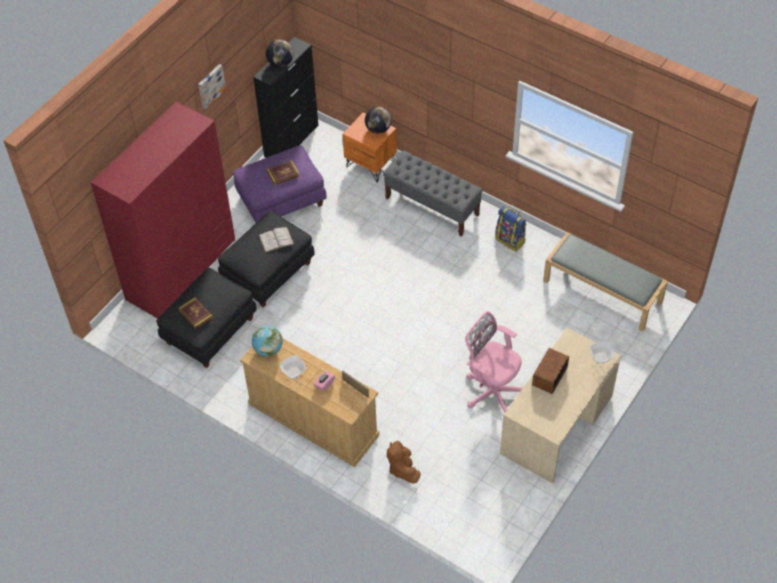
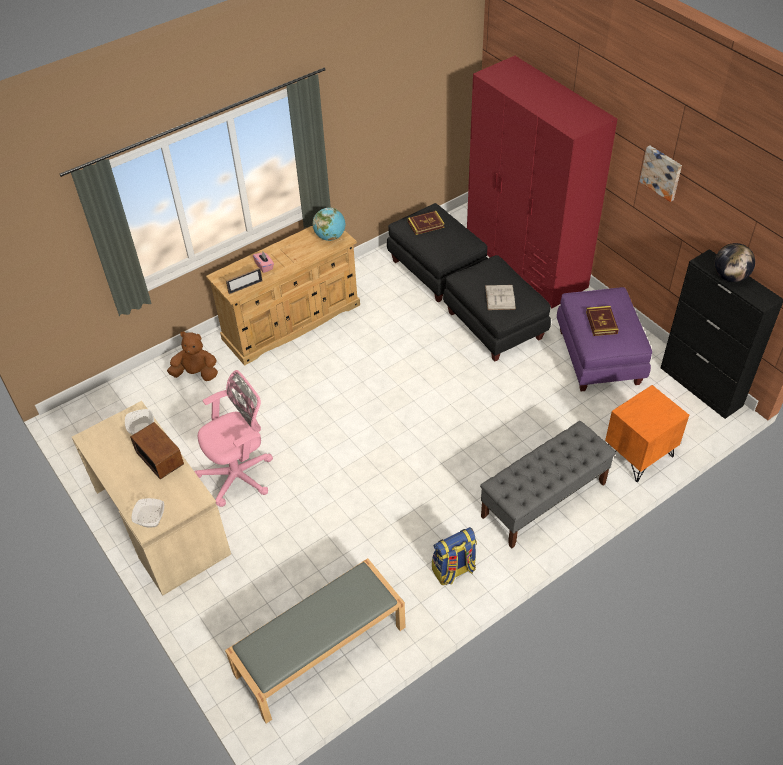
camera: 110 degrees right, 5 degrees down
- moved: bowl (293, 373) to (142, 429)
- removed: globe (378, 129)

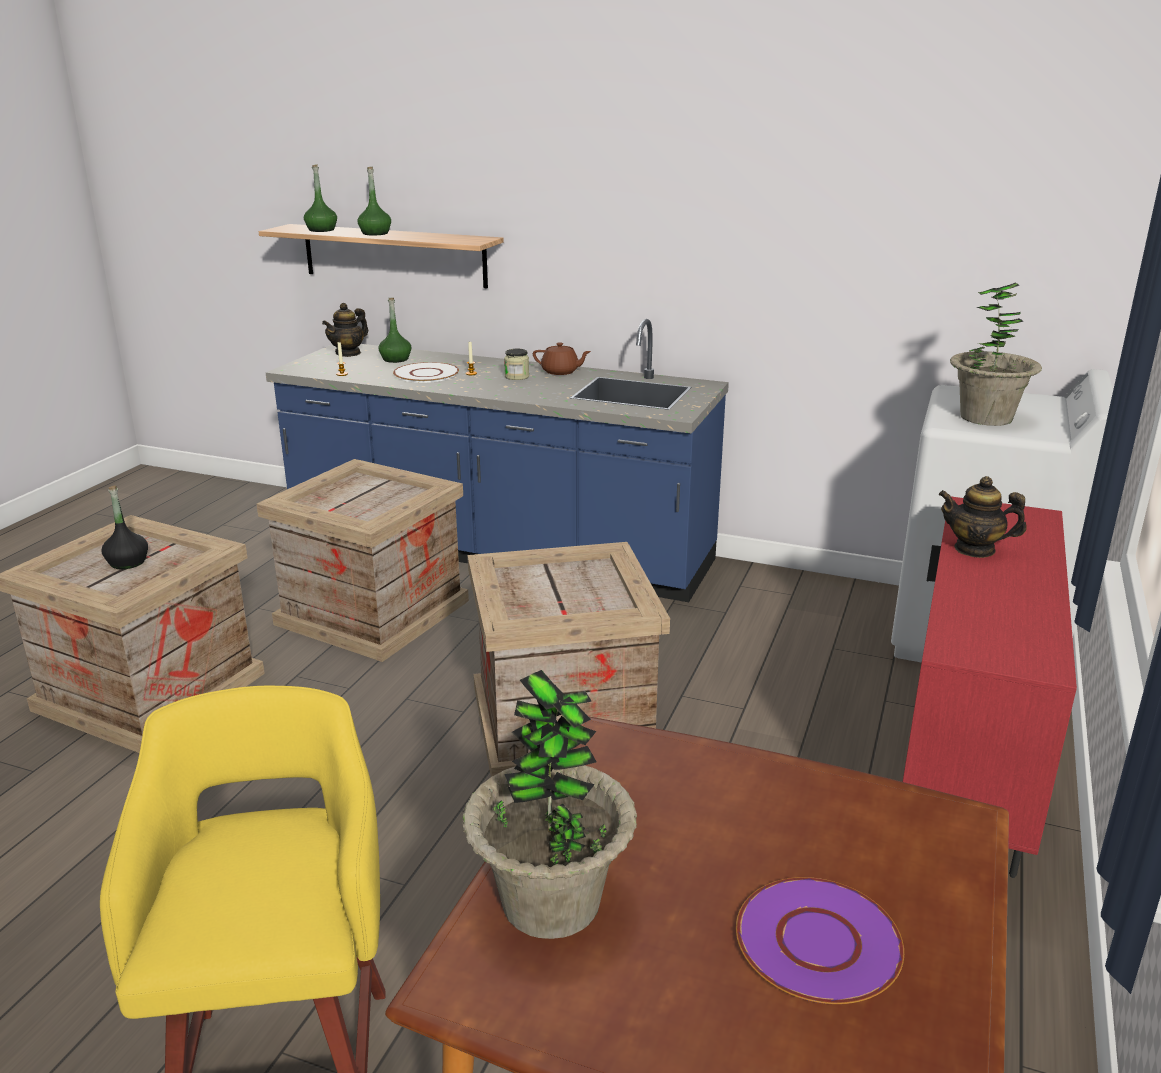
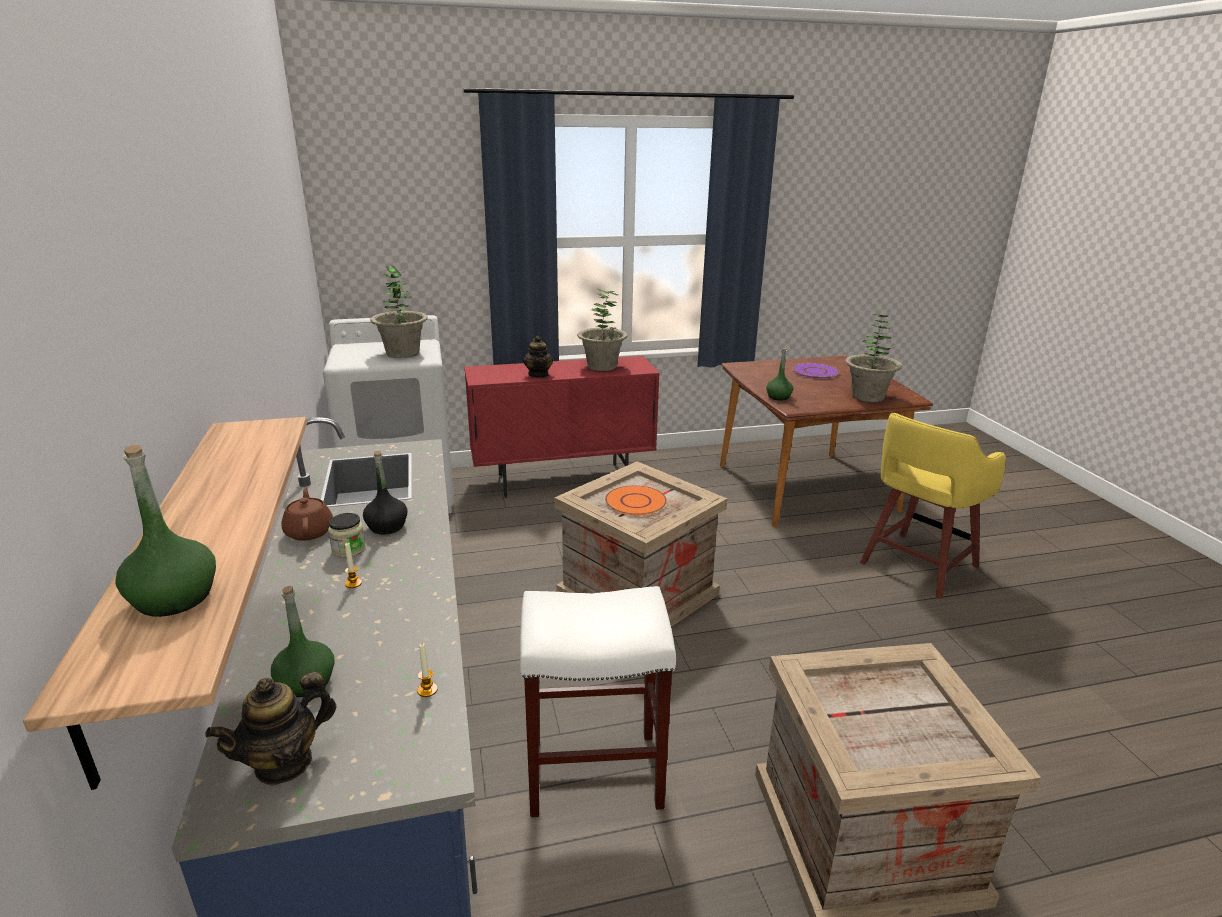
camera: 125 degrees left, 0 degrees up
- turned: tea pot (348, 353) = (284, 763) 135 degrees clockwise
- moved: blackish drink bottle (127, 562) to (387, 526)
- replaced: crate (374, 613) to whitish sitting stool (596, 771)
- added: plant in a pot (602, 366)
- added: orangey dinner plate (636, 502)
- moved: green drink bottle (375, 233) to (778, 397)
- removed: whitish dinner plate (426, 374)

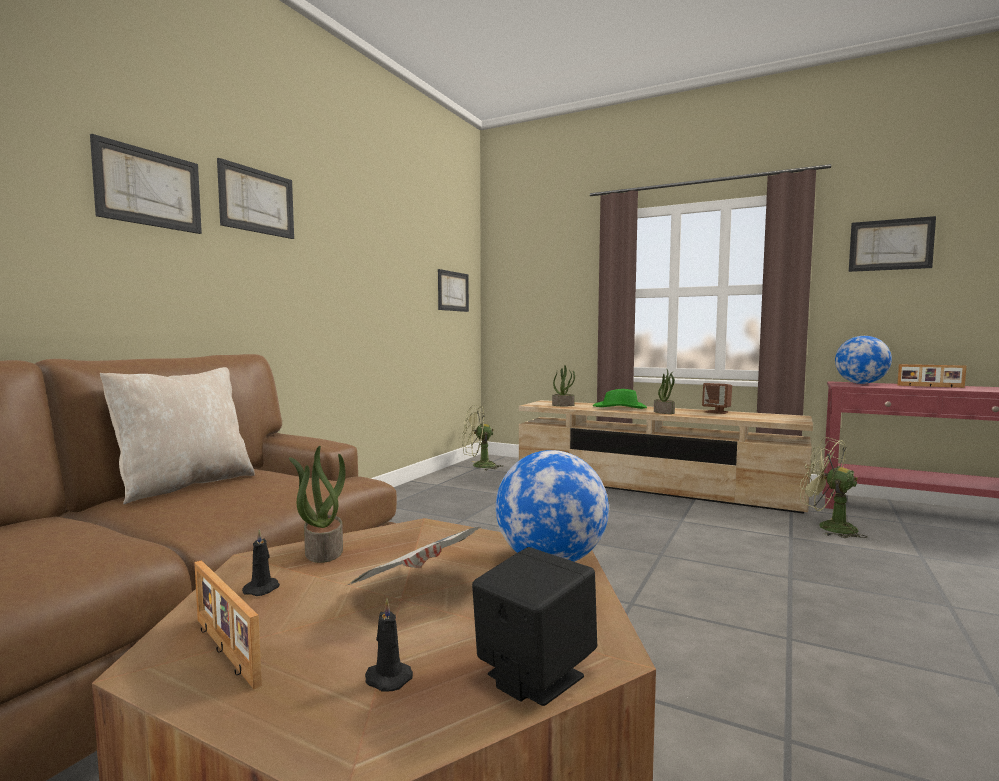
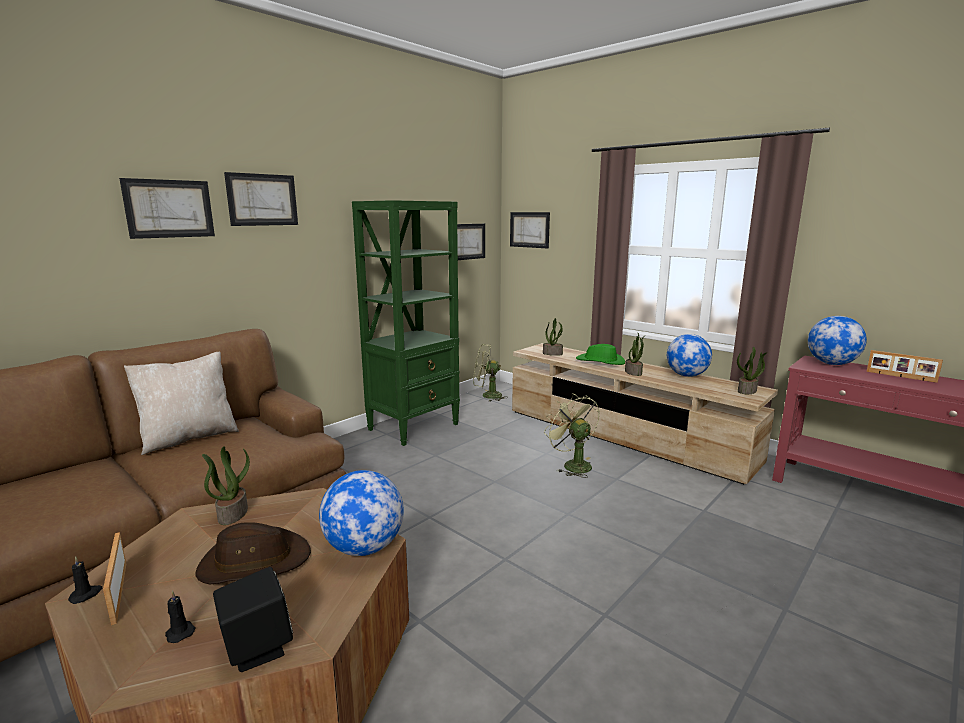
camera: 15 degrees right, 10 degrees up
- moved: blackish wax candle (263, 589) to (86, 595)
- replaced: printed paper (414, 591) to brown-coloured clothing hat (254, 562)
- added: green bookcase (414, 427)
- moved: wall picture (890, 245) to (529, 230)
- moved: green electric fan (828, 527) to (572, 465)
- replaced: brown-coloured speaker (717, 412) to globe (686, 375)
- added: plant in a pot (747, 391)

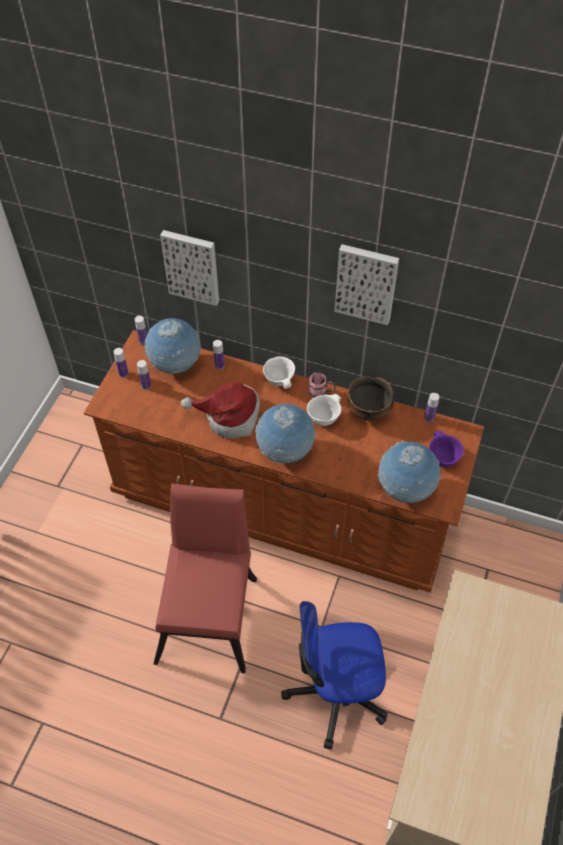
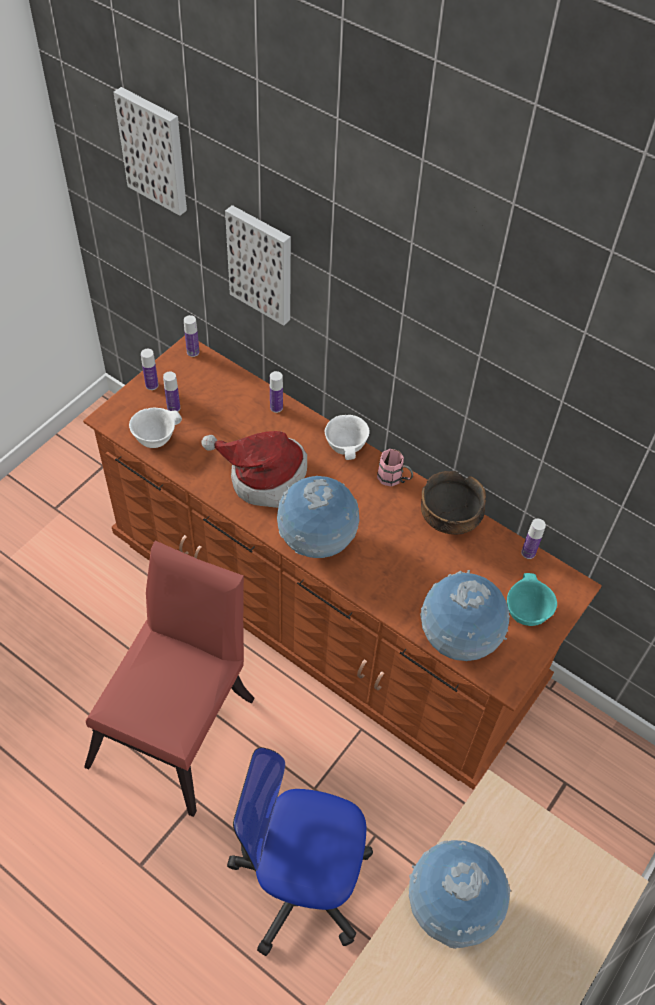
camera: 15 degrees right, 0 degrees up
- moved: wall picture (366, 282) to (155, 150)
- moved: whitish bowl (323, 418) to (155, 438)
- moved: globe (175, 365) to (451, 907)
- recoloured: purplish bowl (442, 459) to turquoise-coloured bowl (525, 613)

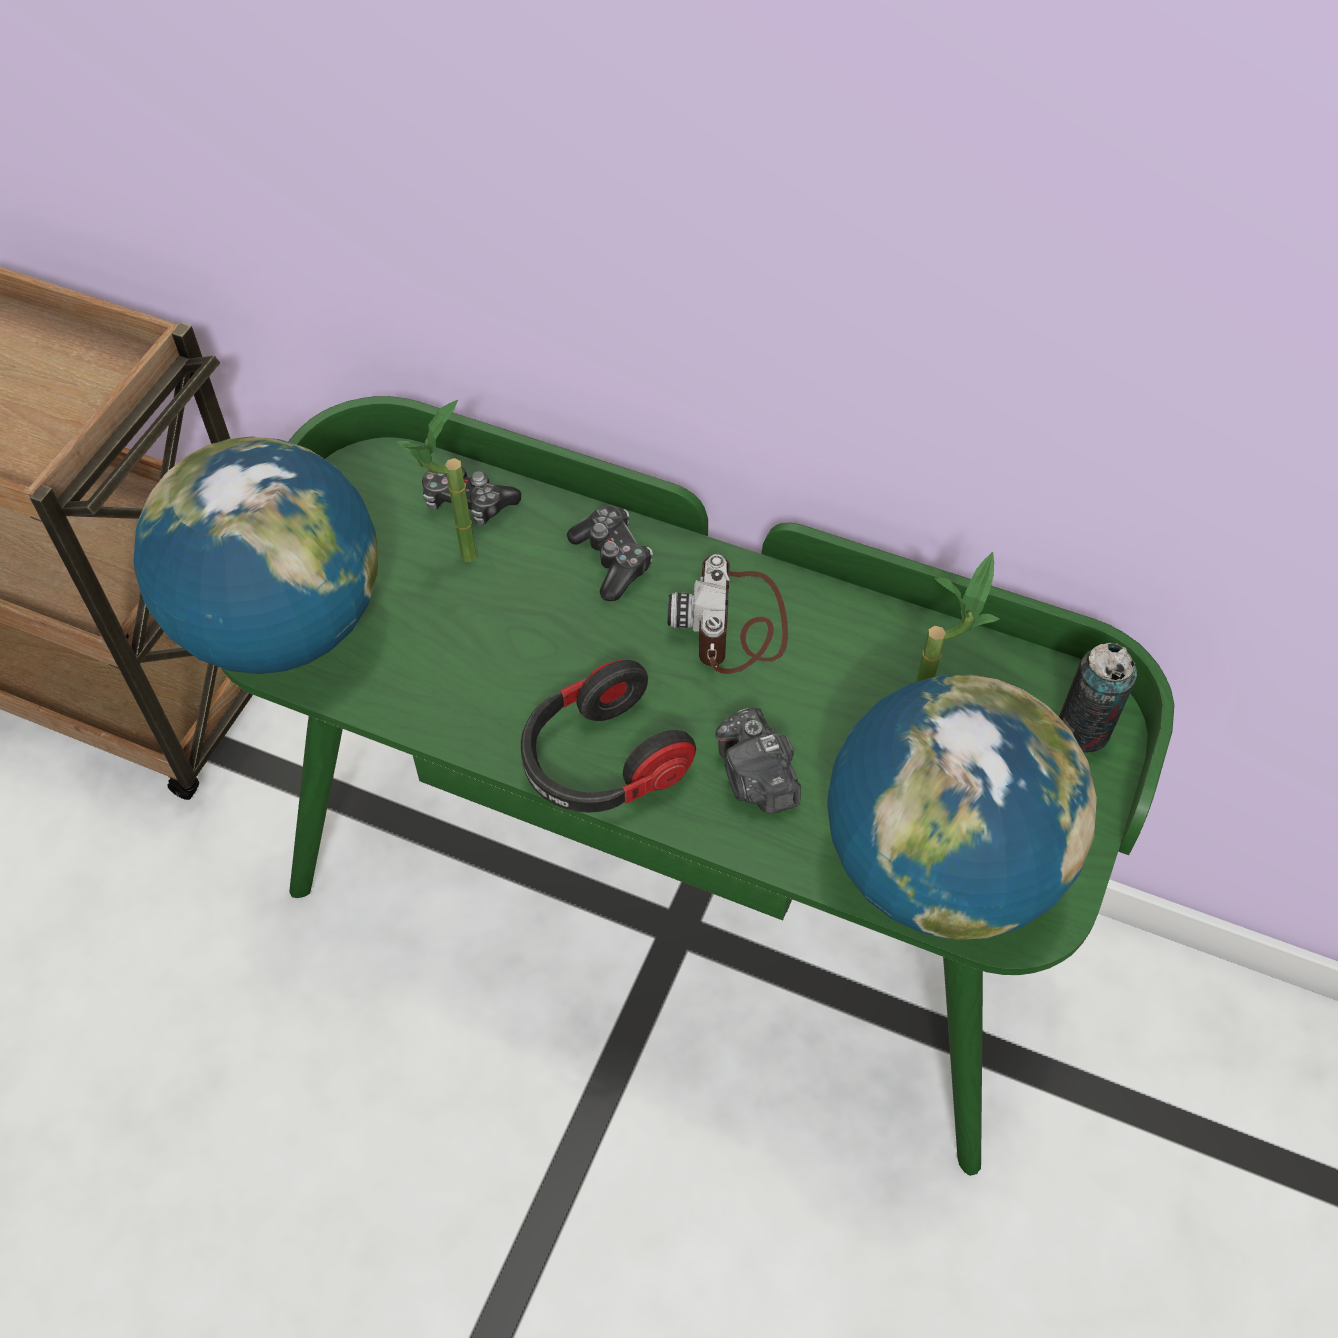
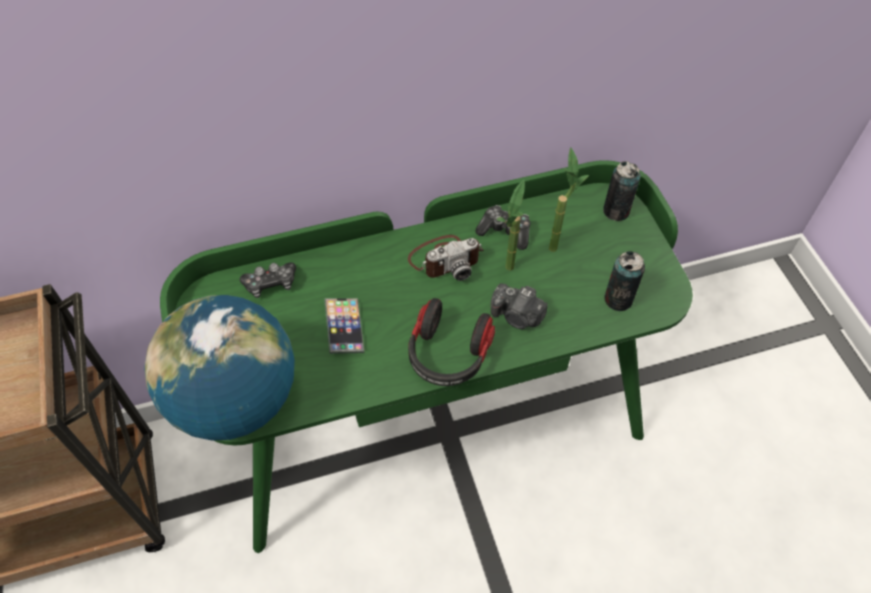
camera: 40 degrees left, 0 degrees up
- added: handset (344, 328)
- turned: still camera (735, 625) = (445, 259) 75 degrees counterclockwise
- moved: joypad (612, 560) to (505, 232)
- moved: plant in a pot (455, 564) to (508, 274)
- replaced: globe (941, 866) to sealed can (618, 299)

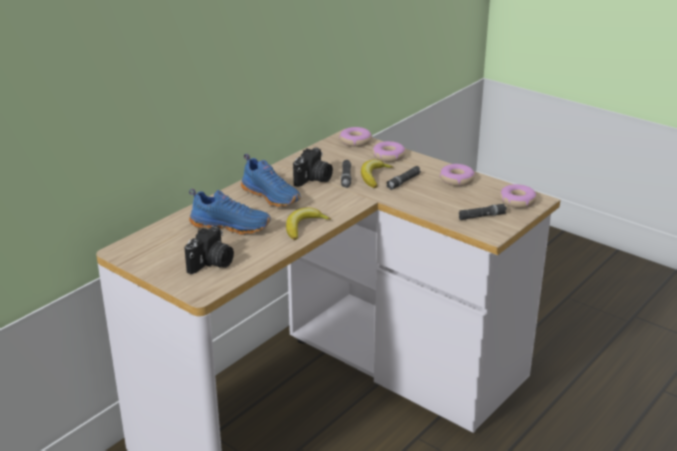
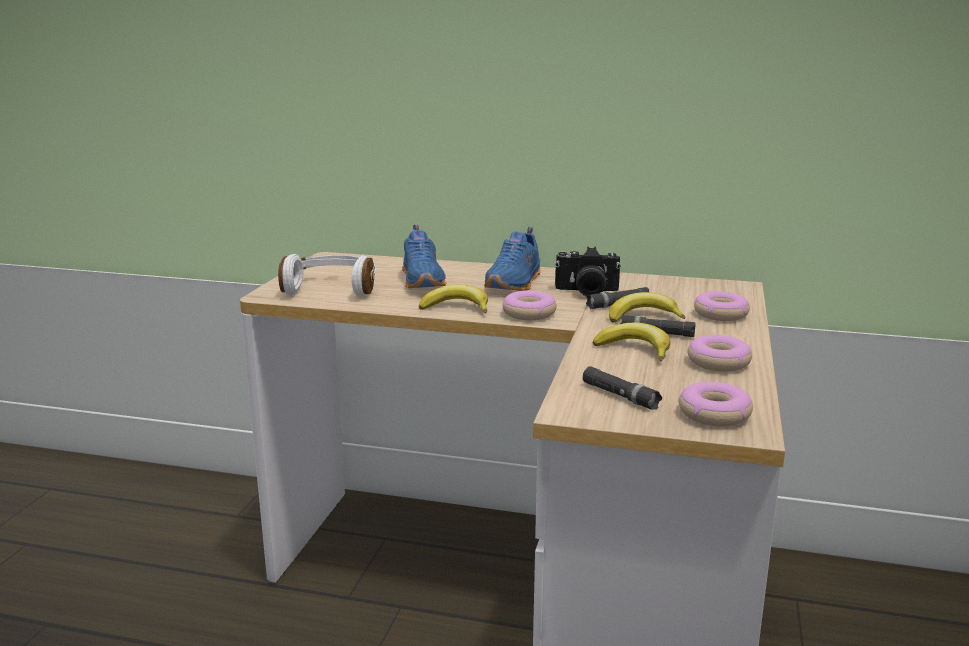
camera: 65 degrees right, 10 degrees down
- replaced: still camera (212, 264) to whitish headphones (332, 288)
- moved: donut (355, 141) to (529, 313)
- added: banana fruit (635, 349)

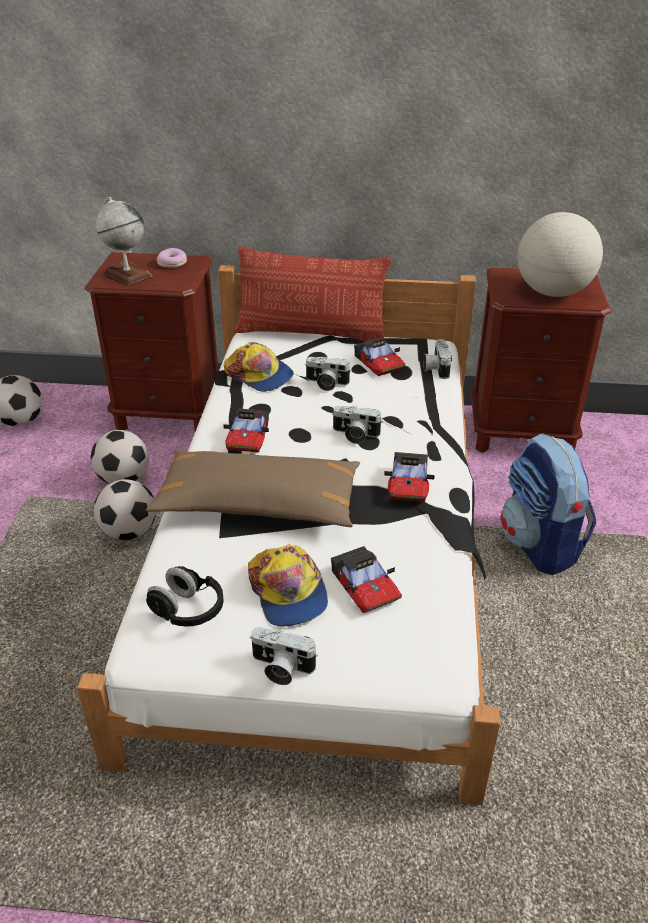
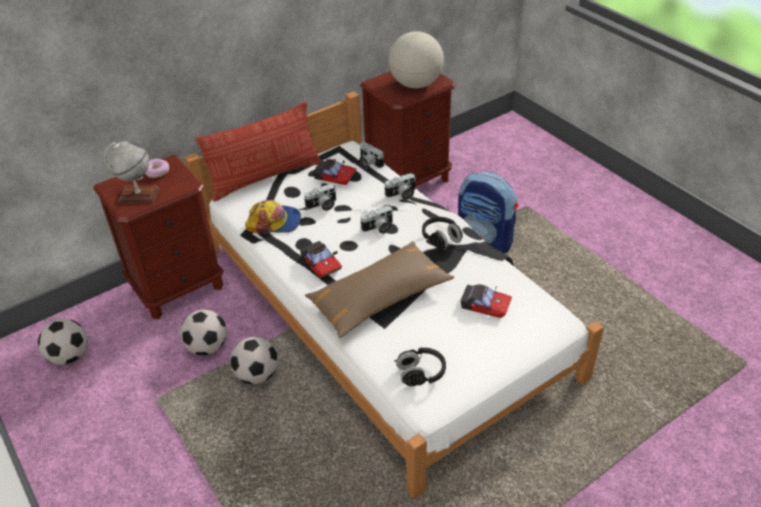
camera: 40 degrees left, 5 degrees up
- moved: still camera (280, 668) to (402, 194)
- replaced: toy car (408, 483) to blackish headphones (441, 239)
- removed: cap (288, 592)

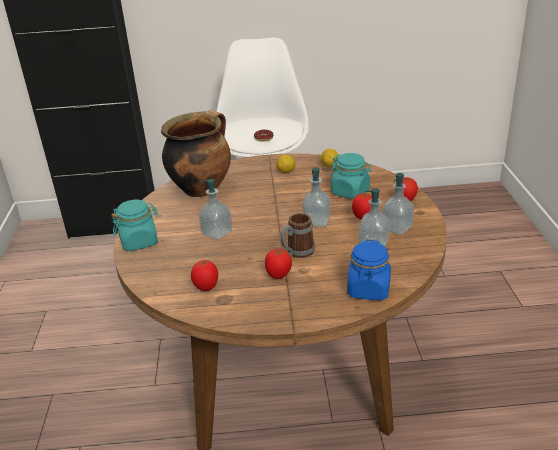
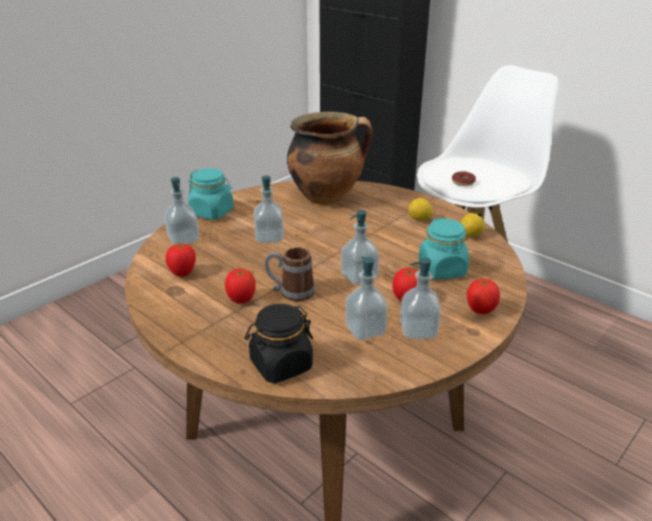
camera: 45 degrees right, 0 degrees up
- added: soap dispenser (183, 239)
- recoloured: blue-coloured jar (369, 289) to blackish jar (281, 365)

